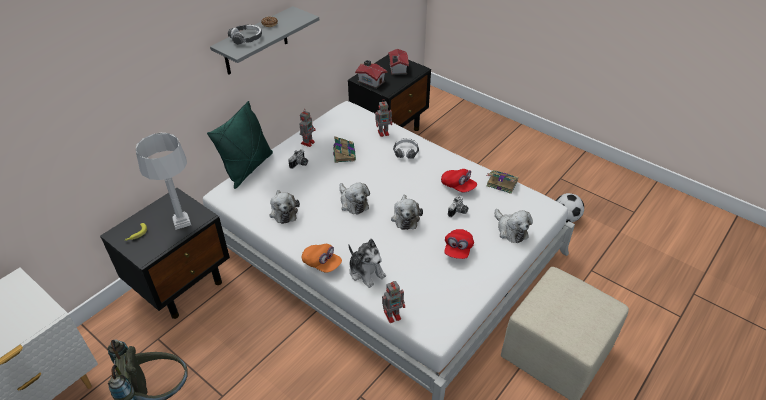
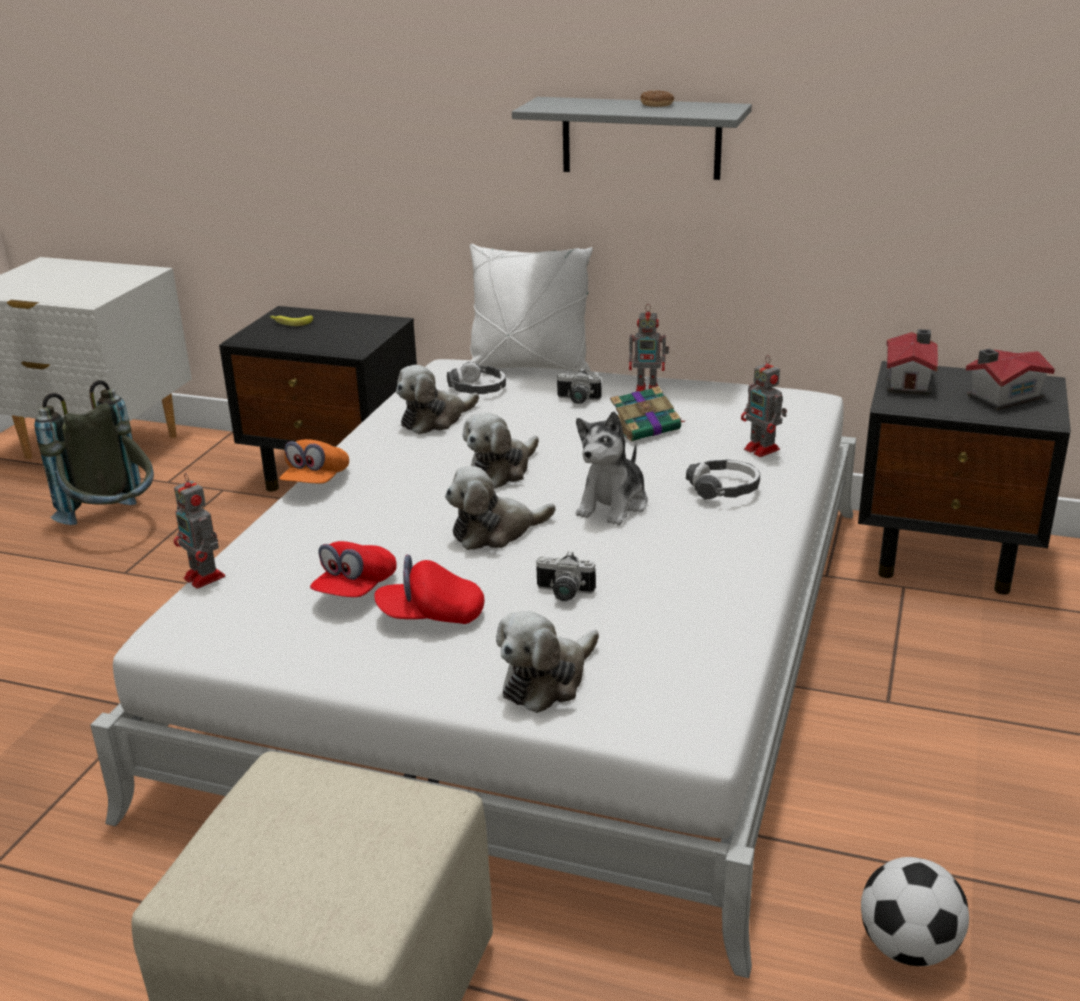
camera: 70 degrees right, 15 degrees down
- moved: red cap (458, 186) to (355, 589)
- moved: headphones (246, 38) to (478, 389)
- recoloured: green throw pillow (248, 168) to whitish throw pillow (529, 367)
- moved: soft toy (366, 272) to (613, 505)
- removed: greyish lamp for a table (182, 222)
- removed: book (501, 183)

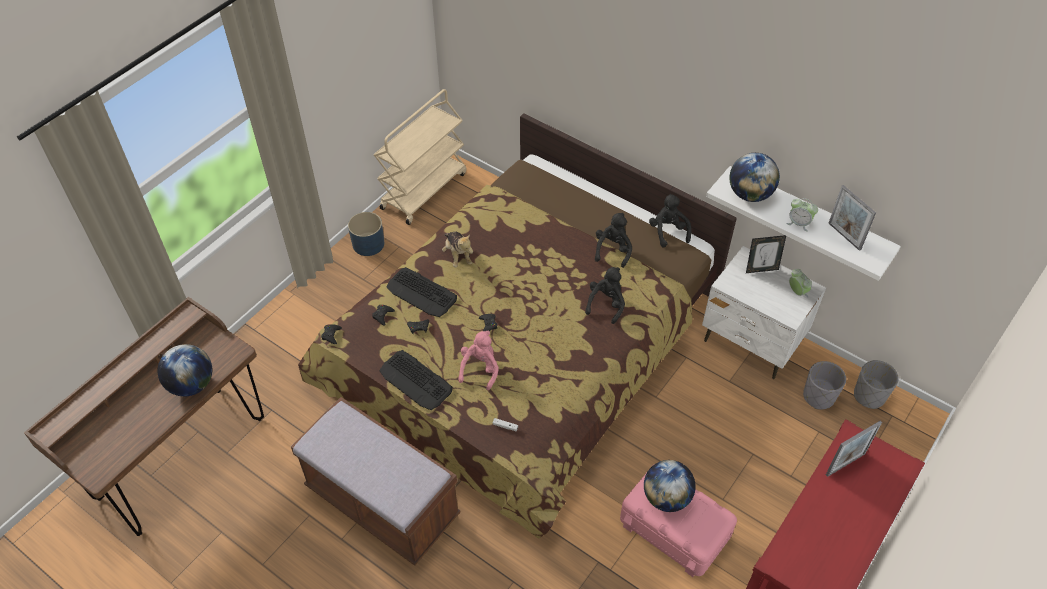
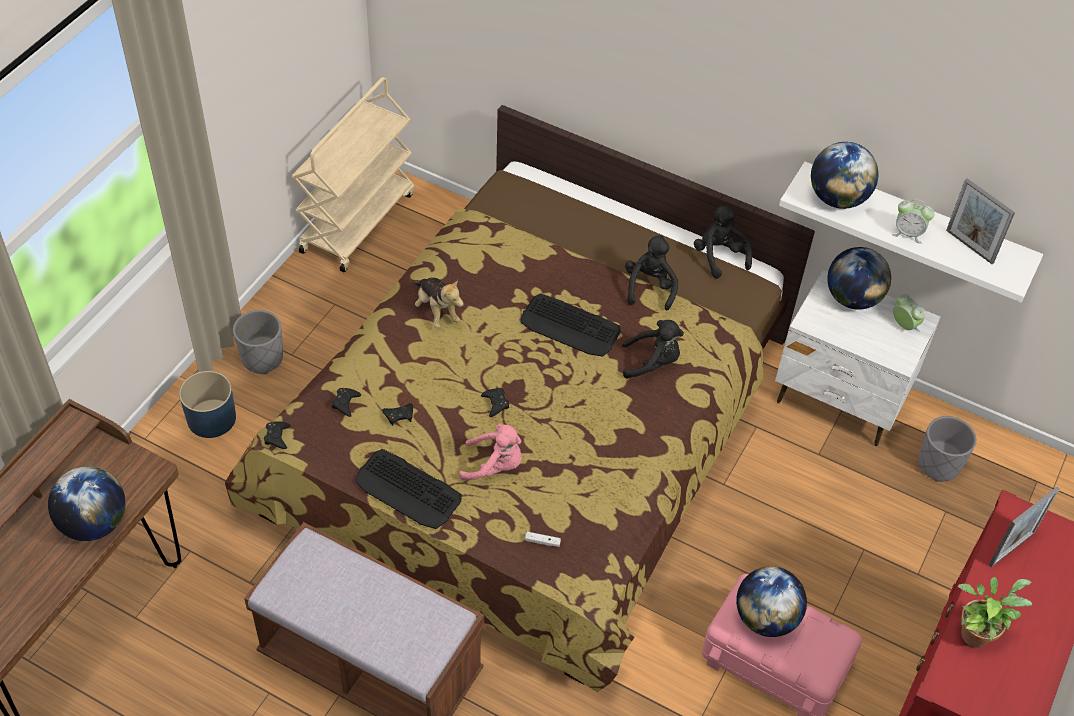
camera: 10 degrees left, 0 degrees up
- moved: blue-coloured flower pot (368, 244) to (212, 418)
- moved: greyish flower pot (869, 396) to (262, 358)
- turned: pink-coloured soft toy (480, 369) = (495, 466) 90 degrees clockwise
- moved: computer keyboard (421, 293) to (570, 326)
- turned: blackish soft toy (606, 304) = (652, 362) 75 degrees clockwise
- replaced: photo frame (761, 269) to globe (852, 298)
- added: plant in a pot (976, 632)

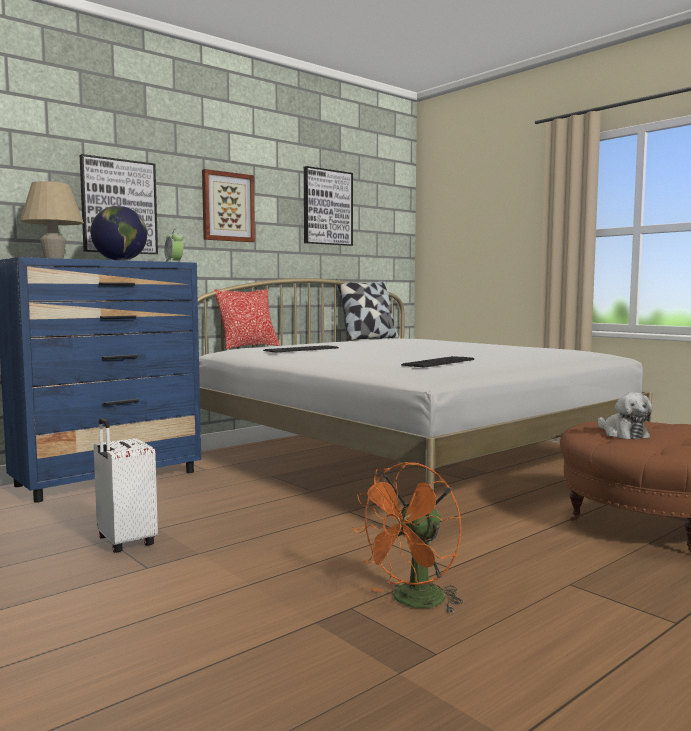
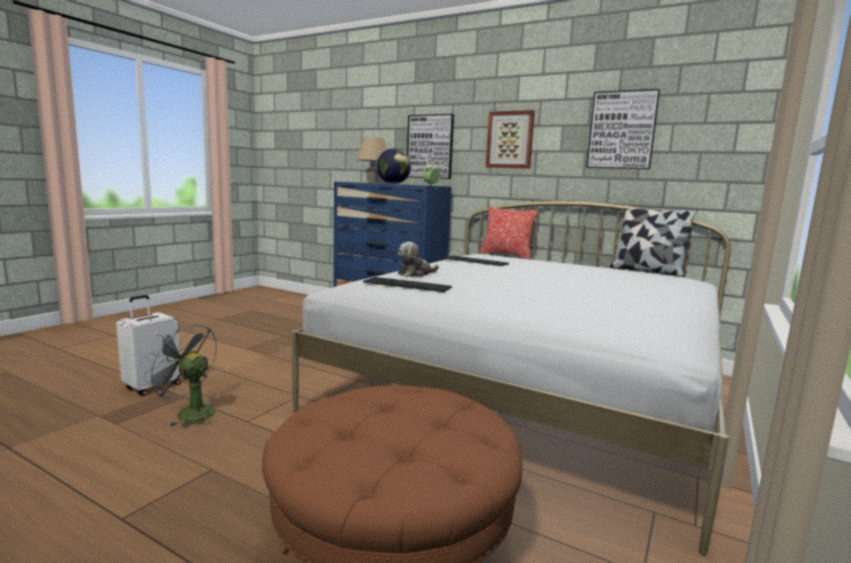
camera: 70 degrees right, 5 degrees up
- moved: whitish piece of luggage (124, 542) to (152, 387)
- recoloured: orangey electric fan (413, 602) to greyish electric fan (188, 413)
- moved: soft toy (623, 434) to (415, 274)

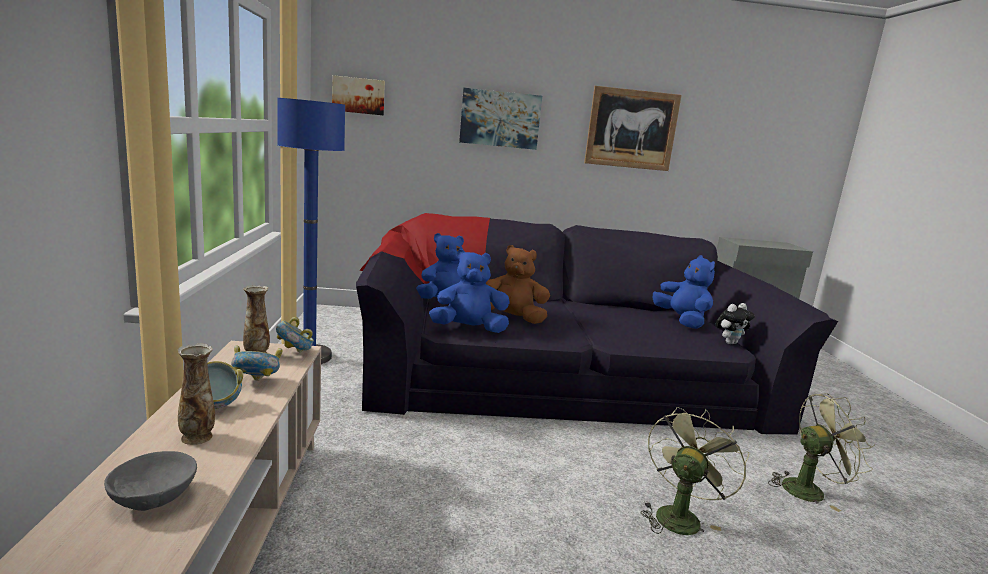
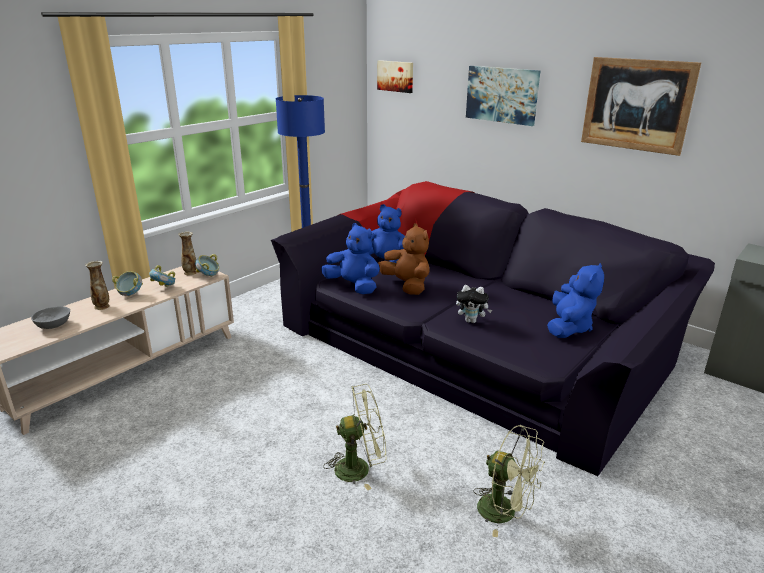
camera: 45 degrees right, 10 degrees up
- moved: soft toy (729, 342) to (471, 321)

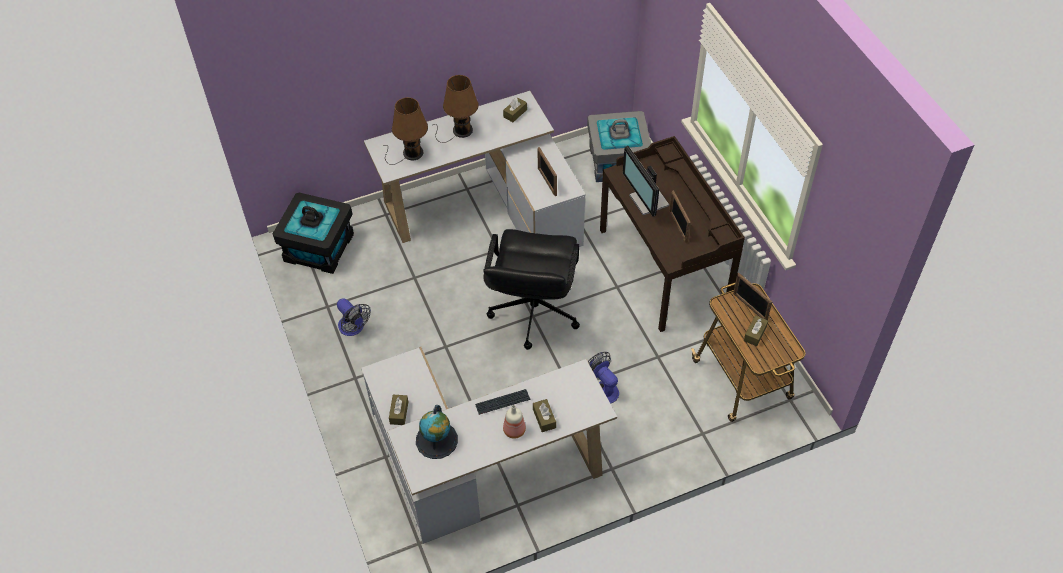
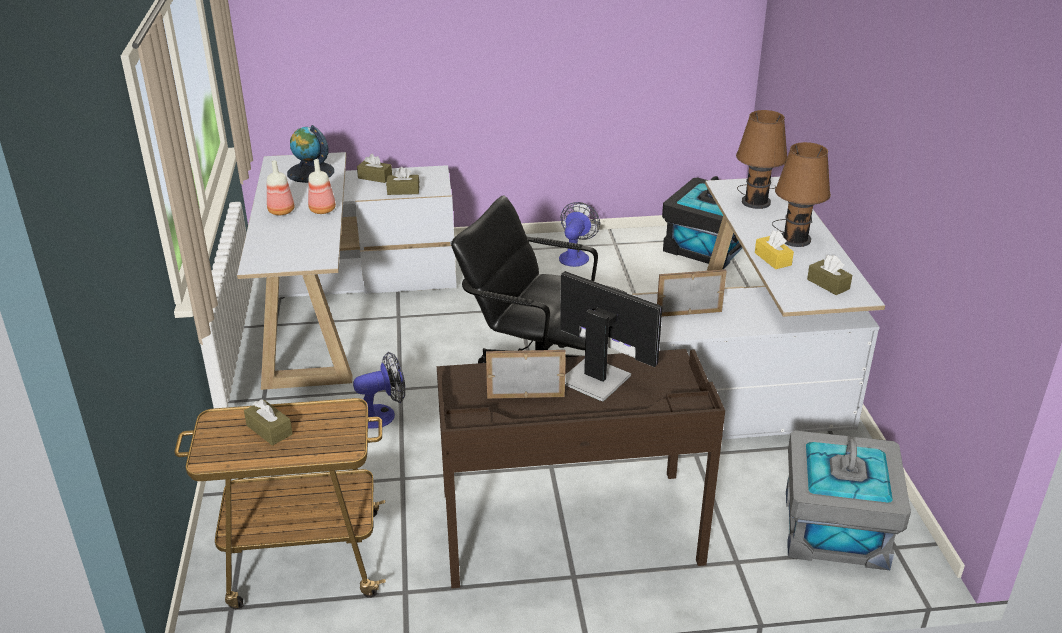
camera: 105 degrees right, 20 degrees down
- replaced: computer keyboard (502, 402) to drink bottle (323, 210)
- moved: brown-coloured tissue box (544, 418) to (403, 191)
- turned: electric fan (354, 328) = (575, 256) 135 degrees clockwise
- turned: computer display (647, 201) = (596, 377) 45 degrees clockwise
- added: yellow tissue box (772, 259)
- removed: photo frame (749, 307)

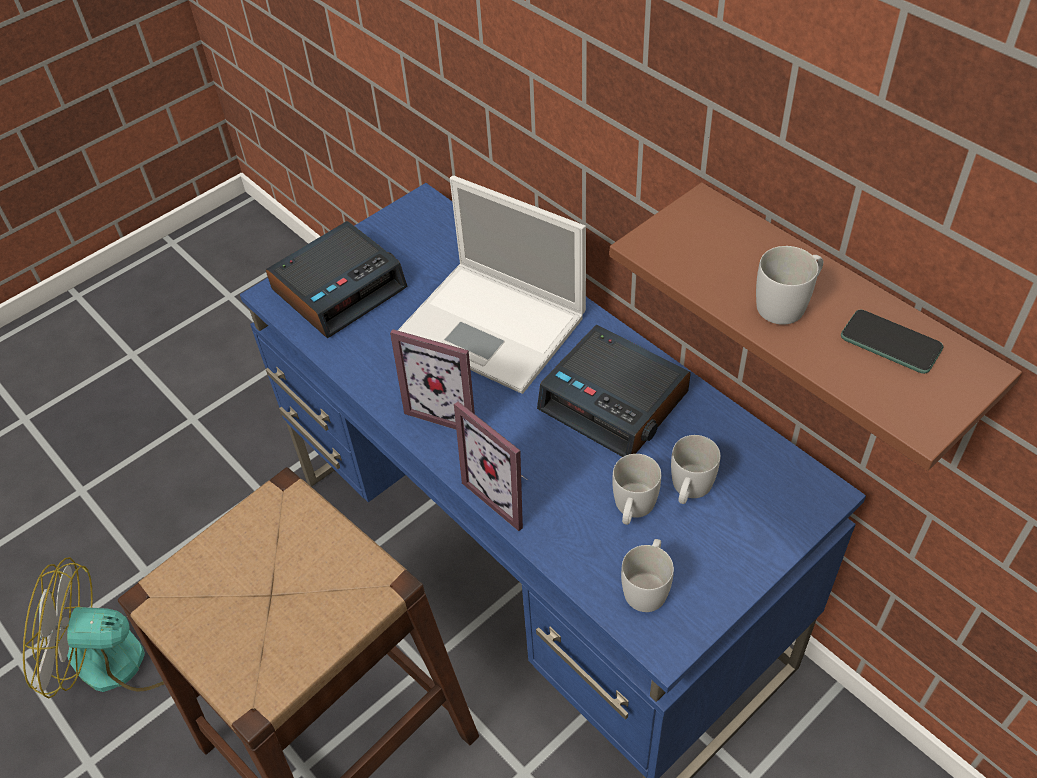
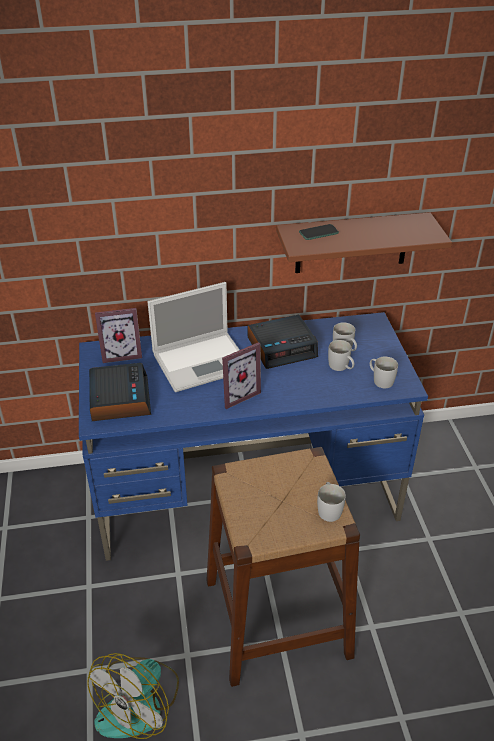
camera: 60 degrees left, 10 degrees down
- moved: photo frame (507, 492) to (121, 353)
- moved: handset (890, 343) to (318, 233)
- moved: whitish mug (788, 303) to (328, 508)

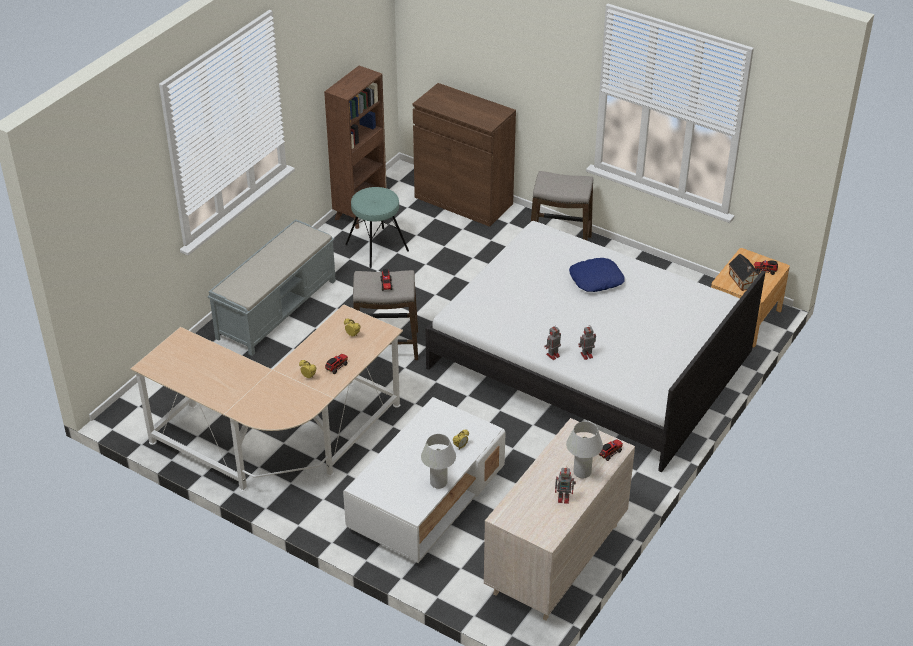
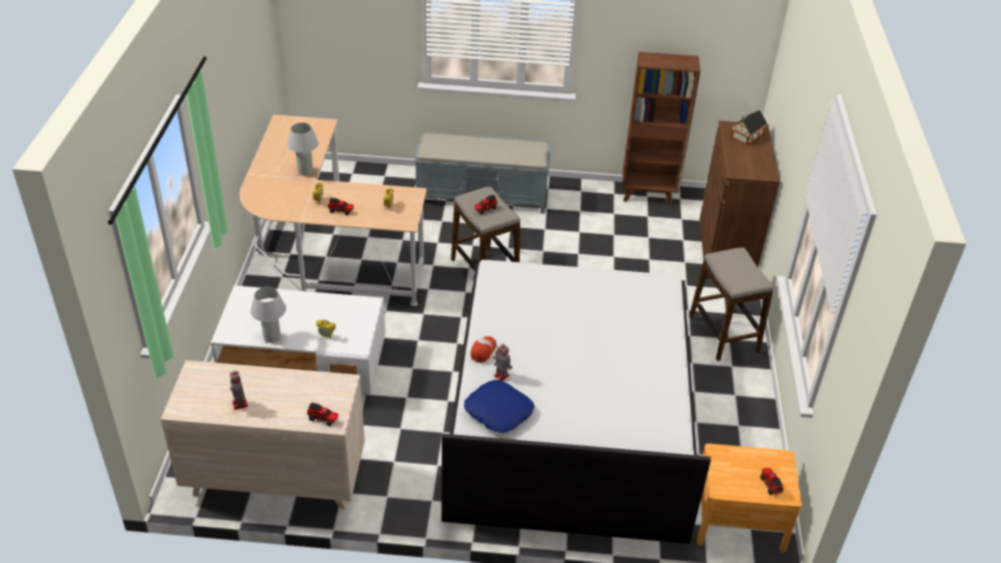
camera: 60 degrees right, 0 degrees up
- moved: whitish lamp for a table (582, 472) to (305, 171)
- moved: blue-coloured throw pillow (596, 279) to (499, 411)
- replaced: model robot (552, 355) to cap (483, 351)
- moved: toy house (744, 281) to (746, 136)
- removed: turquoise-coloured sitting stool (377, 247)

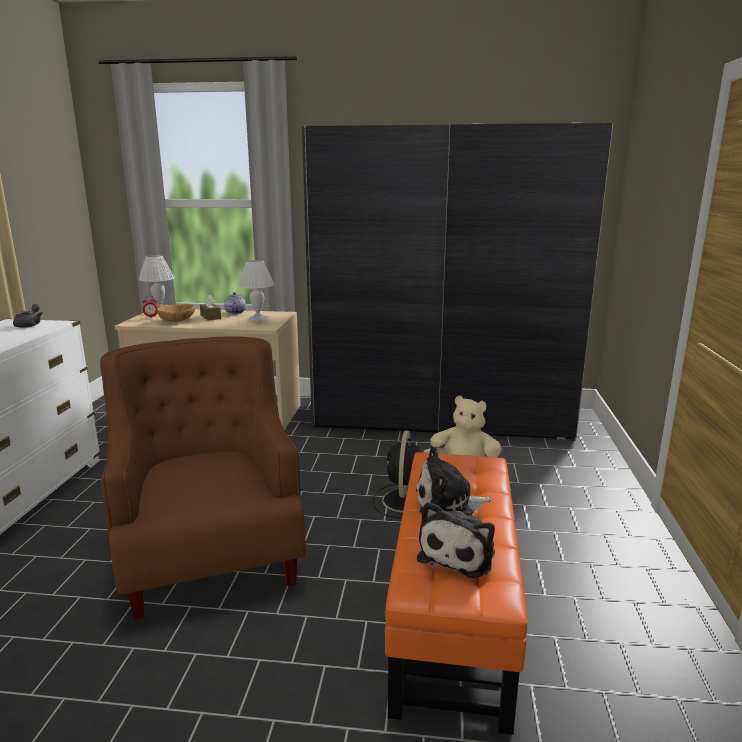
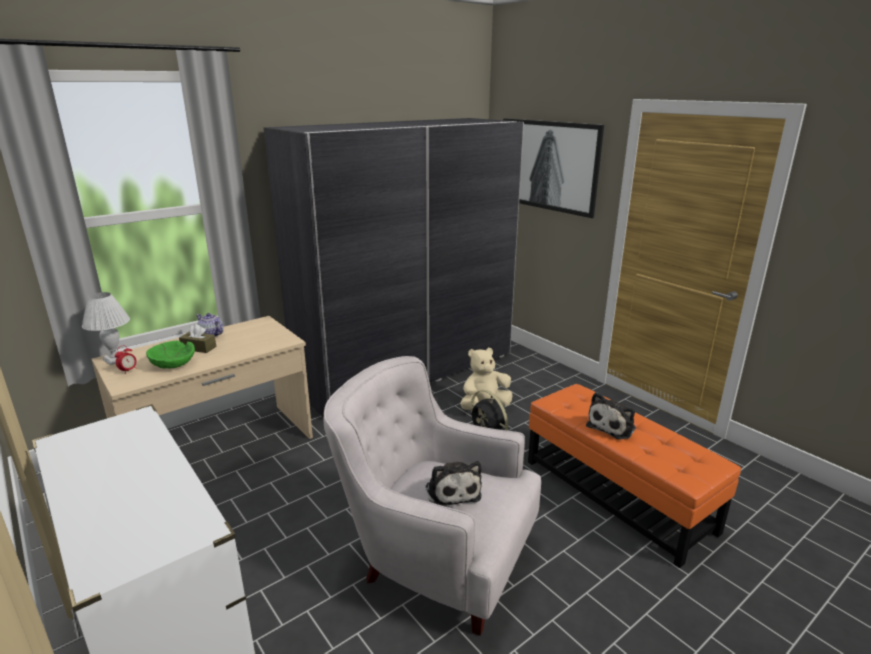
camera: 45 degrees left, 5 degrees up
- recoloured: brown-coloured bowl (177, 320) to green bowl (173, 364)
- recoloured: brown-coloured armchair (210, 549) to whitish armchair (434, 555)
- moved: soft toy (459, 554) to (452, 491)
- added: wall picture (548, 165)
- removed: greyish tea pot (29, 325)
- removed: whitish lamp for a table (258, 319)

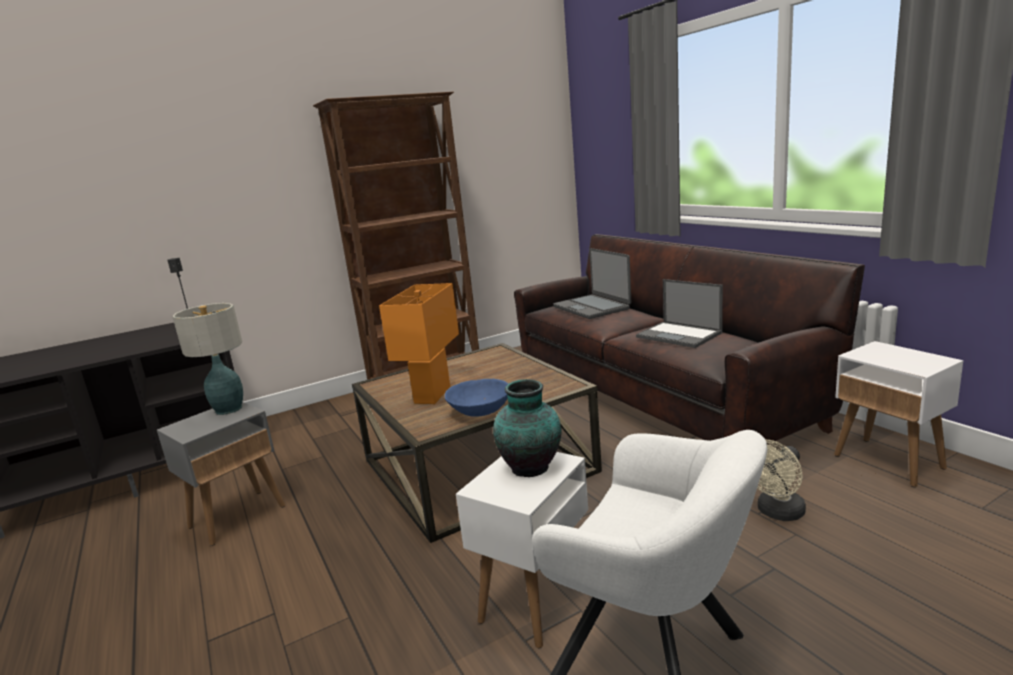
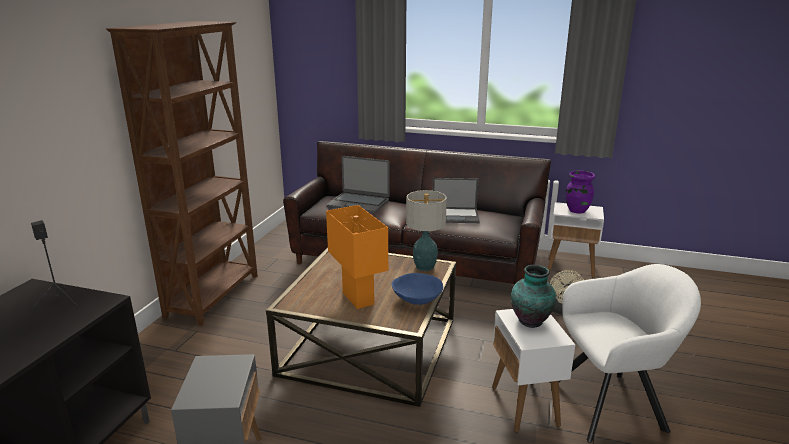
camera: 45 degrees left, 5 degrees up
- moved: lamp for a table (229, 409) to (424, 266)
- added: purplish decorative vase (576, 210)

